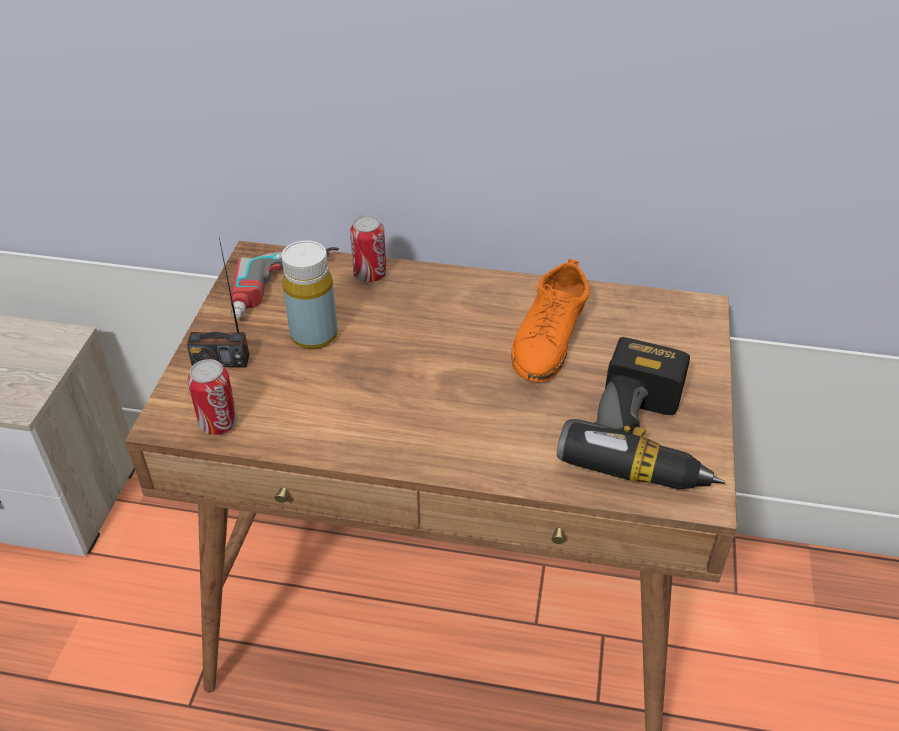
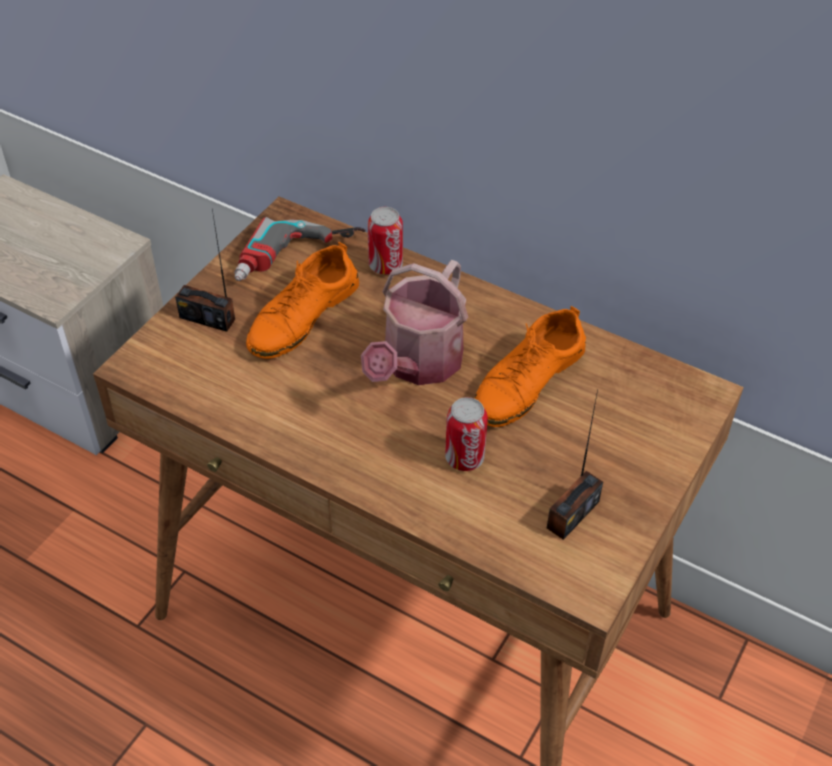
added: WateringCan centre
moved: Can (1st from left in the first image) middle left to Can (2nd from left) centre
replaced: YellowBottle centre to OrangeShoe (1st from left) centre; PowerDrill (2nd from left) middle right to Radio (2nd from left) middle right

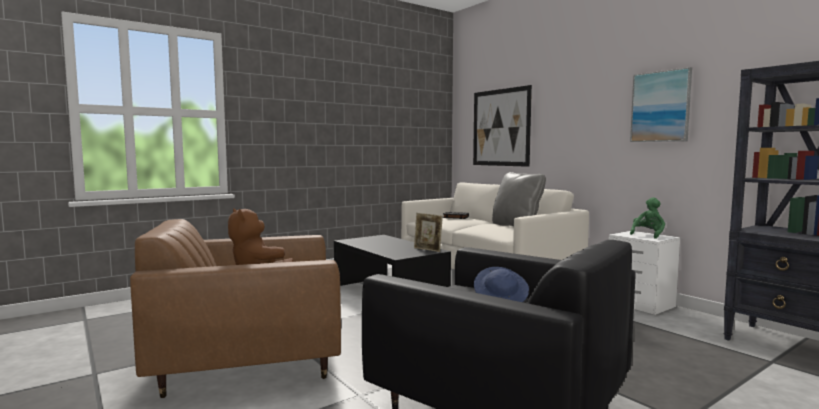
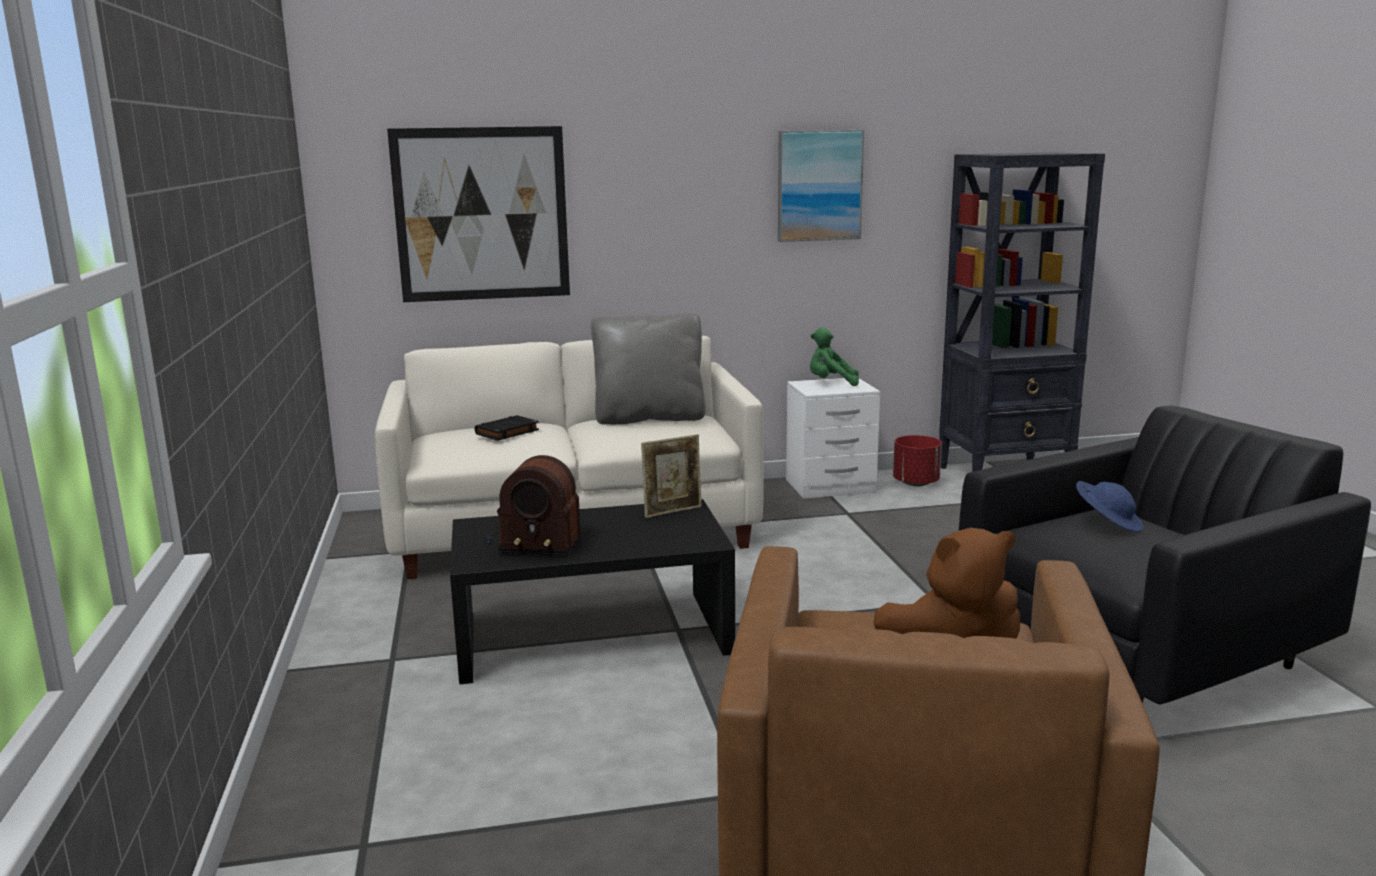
added: Radio centre; RedPlanter centre
turned: GreenPlushToy middle right = centre 60 degrees counterclockwise

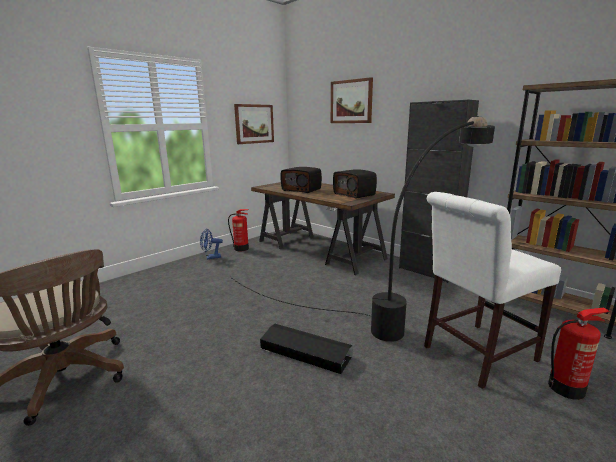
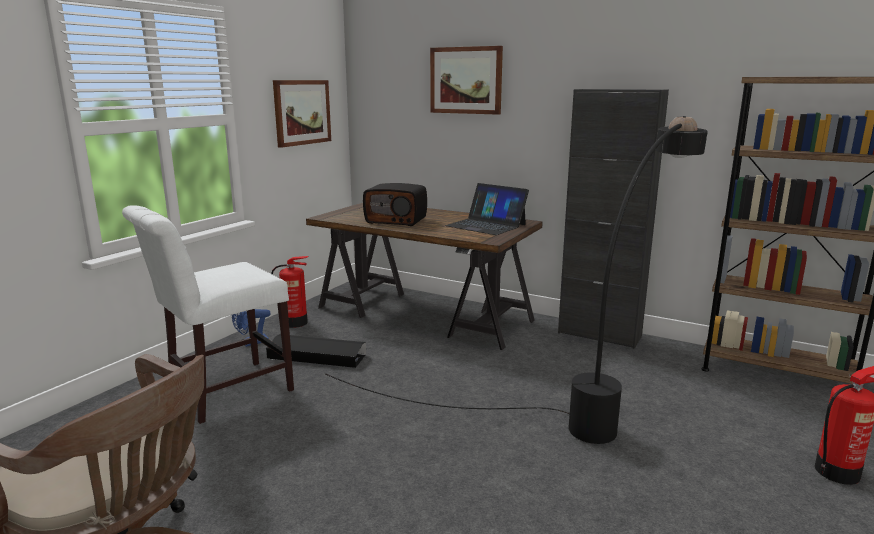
moved: BlackStorageBox bottom centre to centre; WhiteChair middle right to middle left
replaced: Radio (2nd from left) centre to Laptop centre

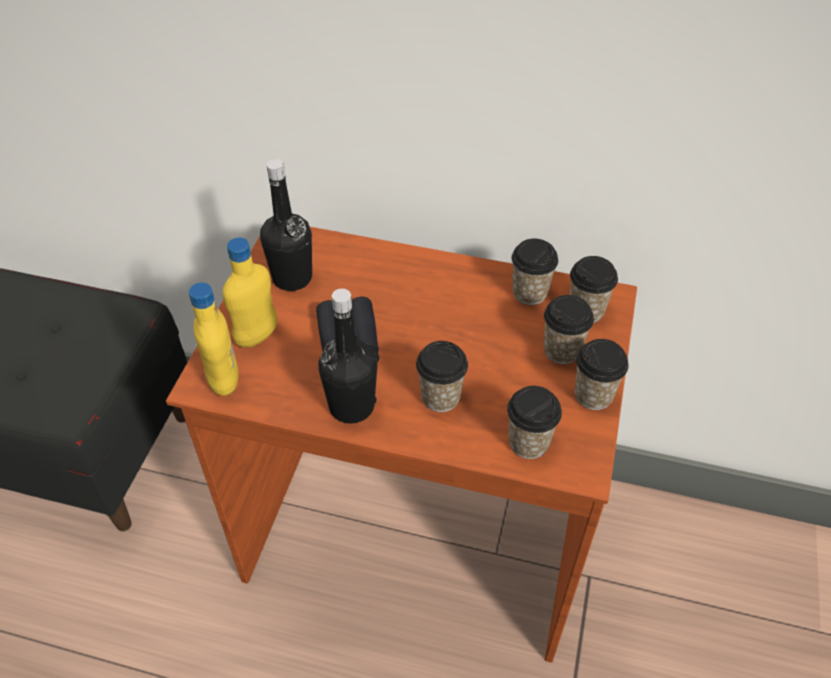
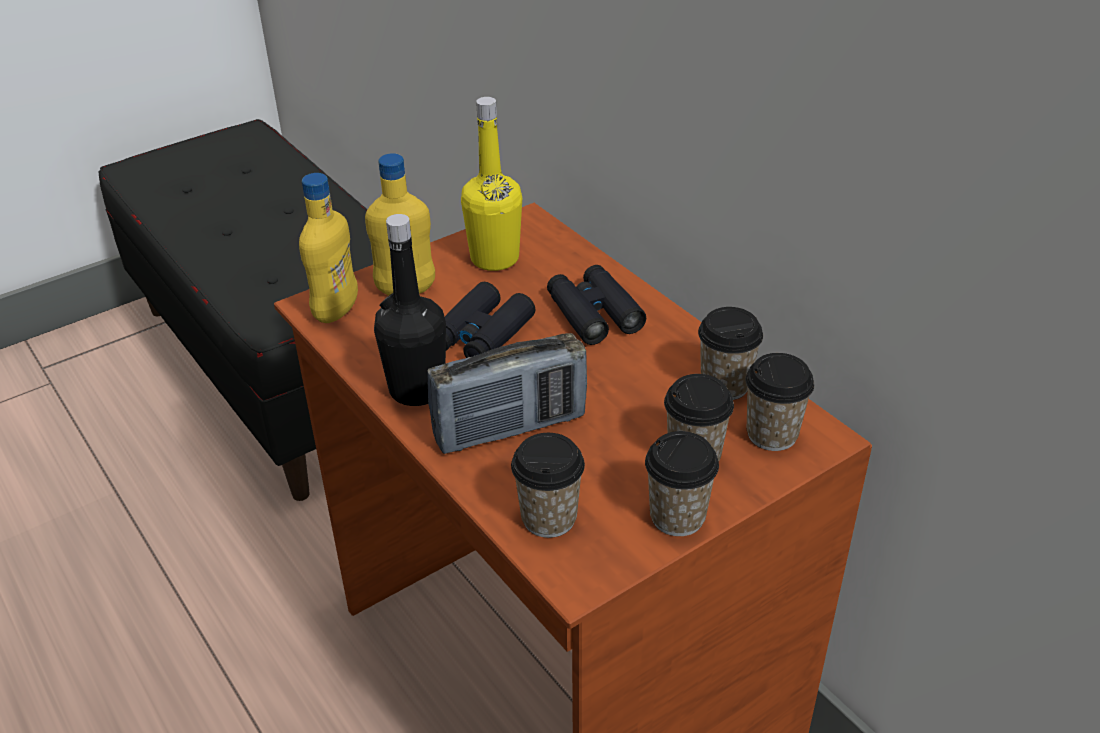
added: BlackBinoculars (2nd from left) centre
replaced: Cup (1st from left) centre to Radio centre
recoloured: BlackBottle (1st from left) top centre to YellowBottle (3rd from left) top centre

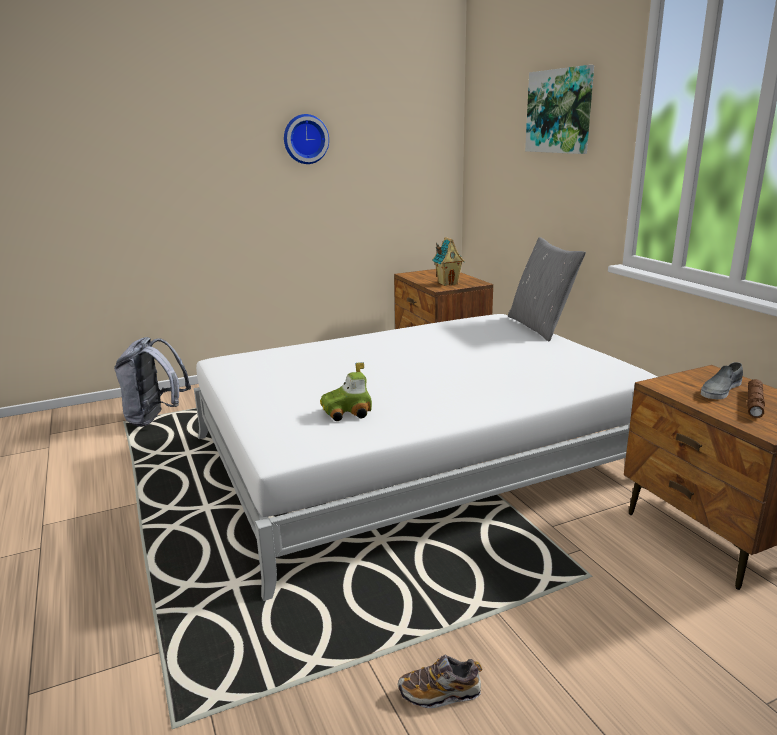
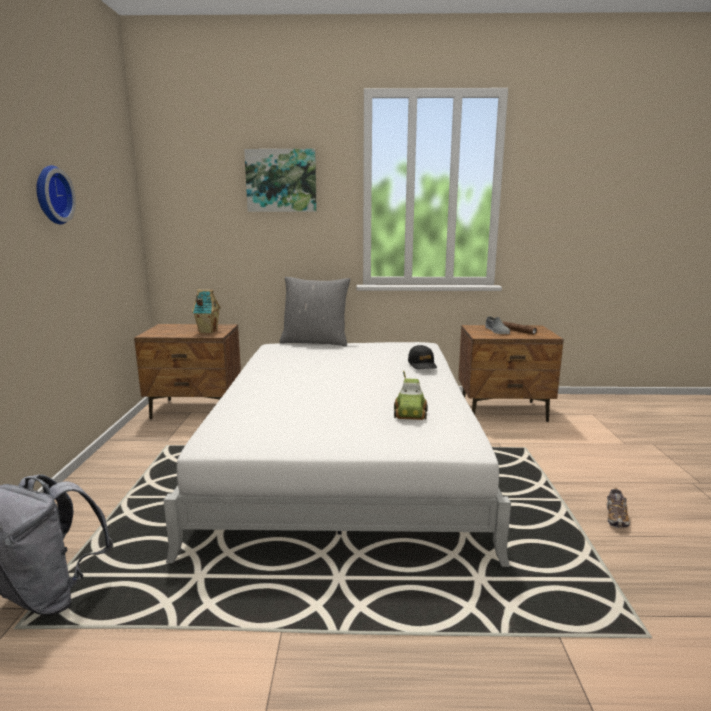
added: BlackCap centre

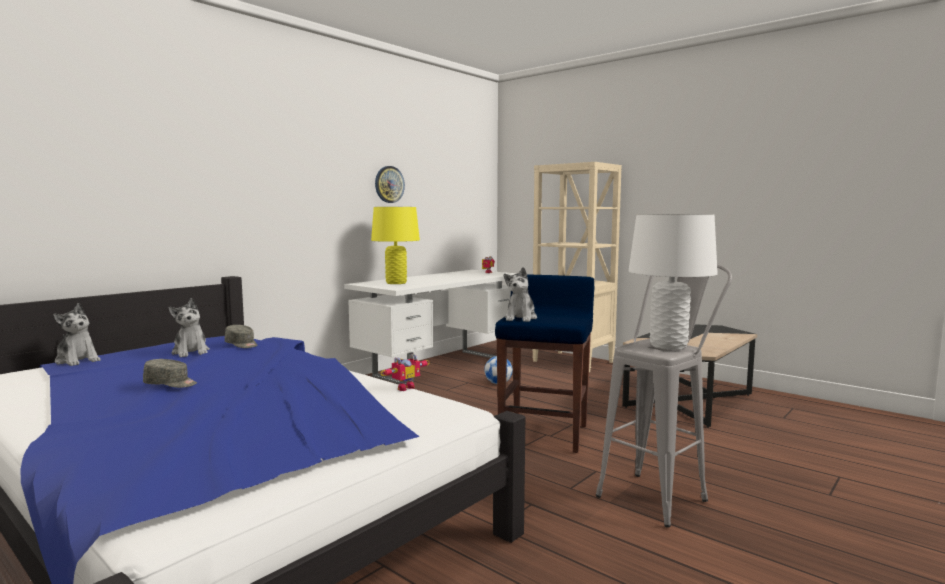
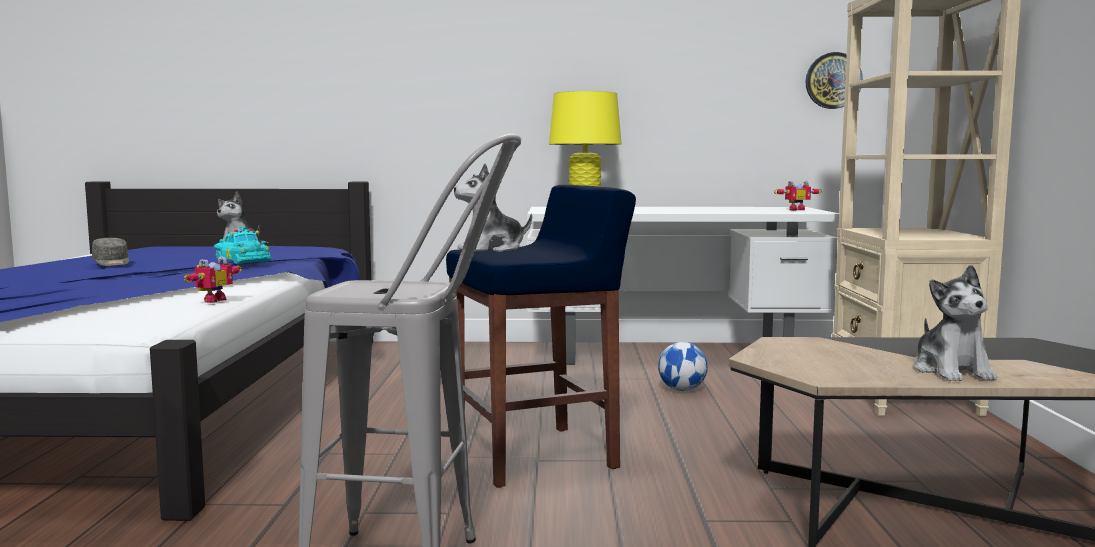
removed: GreyCap (2nd from left) middle left; WhiteTableLamp middle right
added: TurquoiseToyCar middle left
moved: PlushToy (1st from left in the first image) middle left to PlushToy (3rd from left) middle right; WallClock top centre to top right
turned: ToyRobot (1st from left) centre = middle left 75 degrees counterclockwise

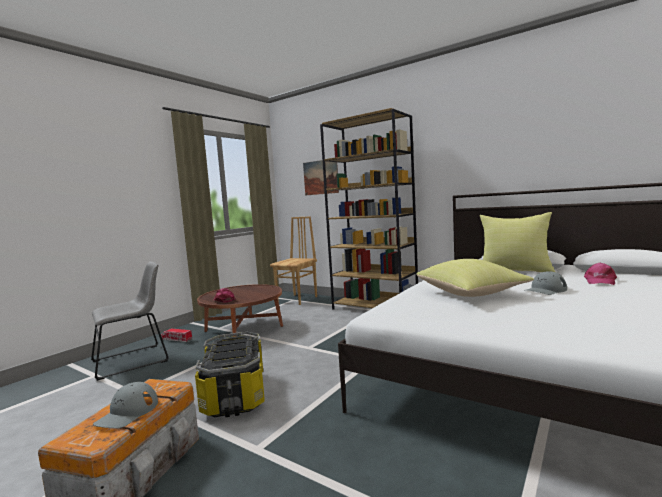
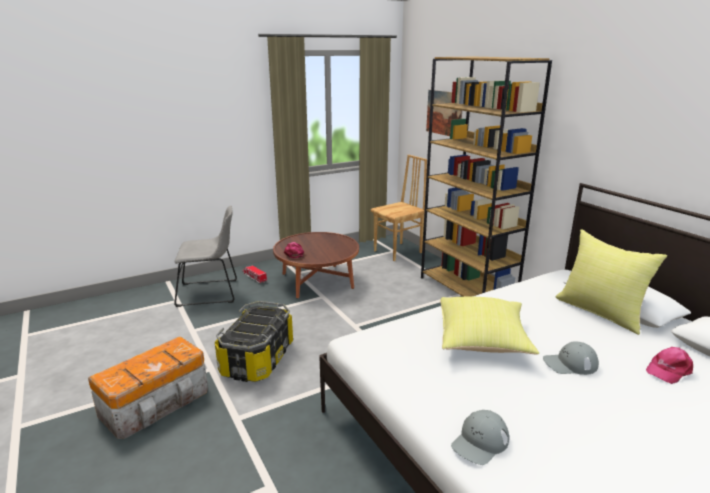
moved: GreyCap (1st from left) bottom left to bottom right

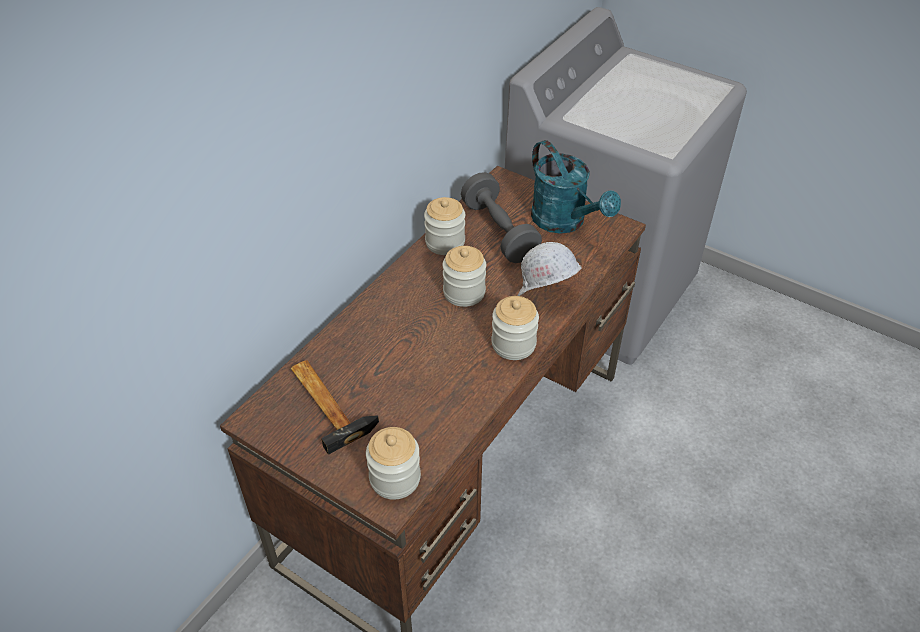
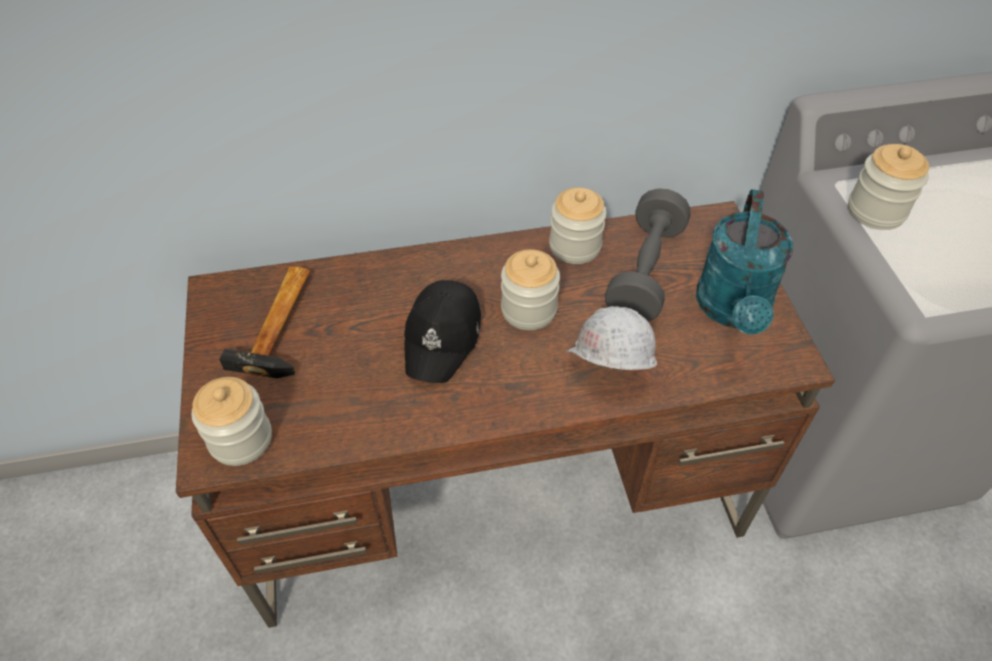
added: BlackCap centre
moved: Jar (4th from left) centre to top right

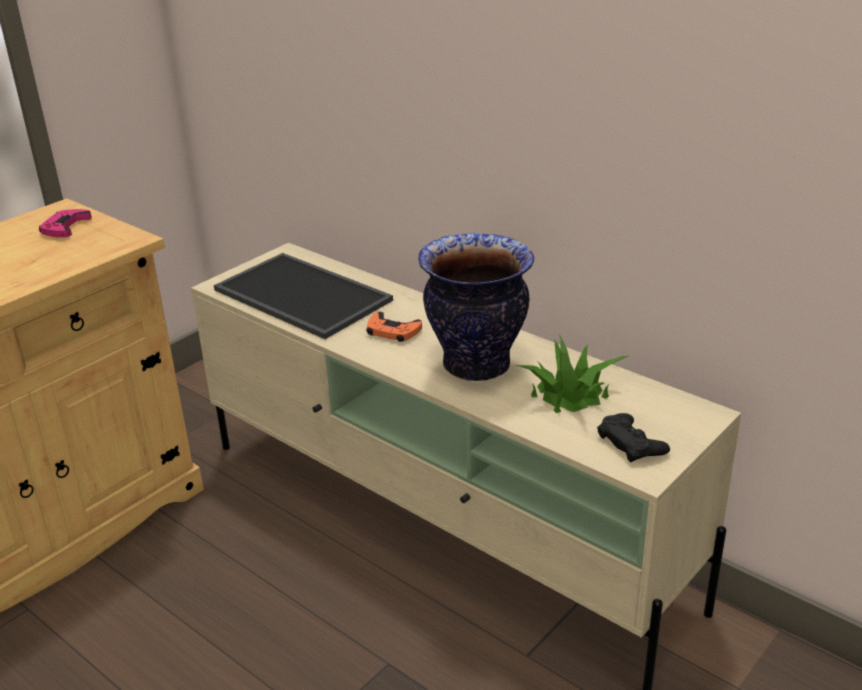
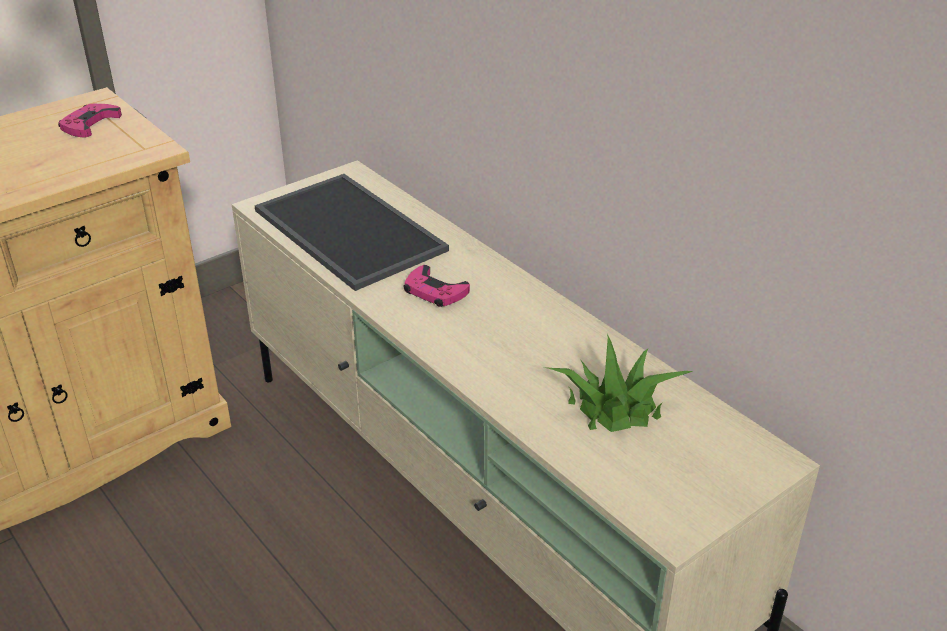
removed: Vase centre; BlackGameController middle right
recoloured: OrangeGameController centre to PinkGameController (2nd from left) centre

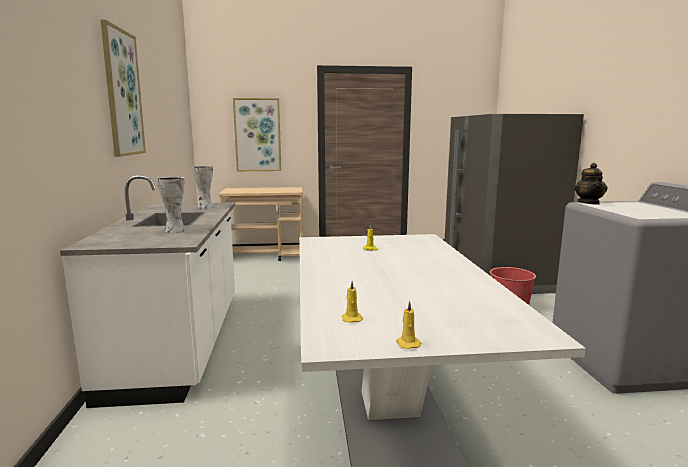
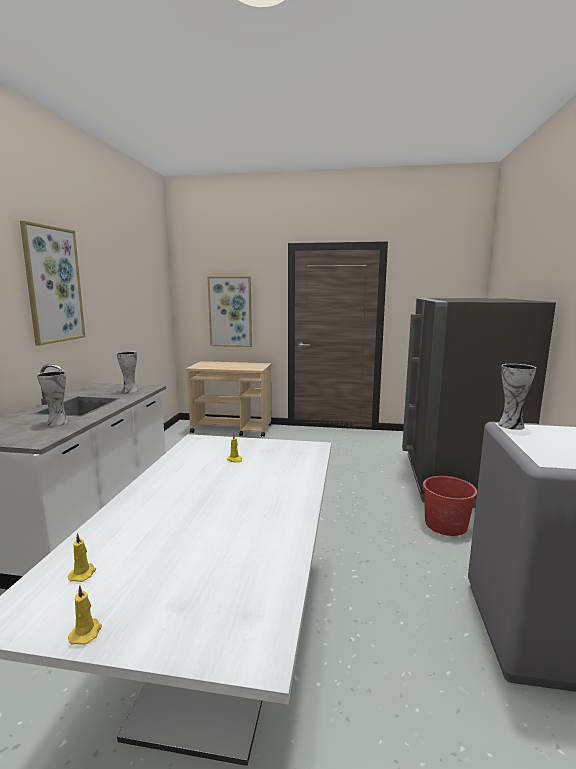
replaced: Teapot middle right to Vase (3rd from left) middle right

